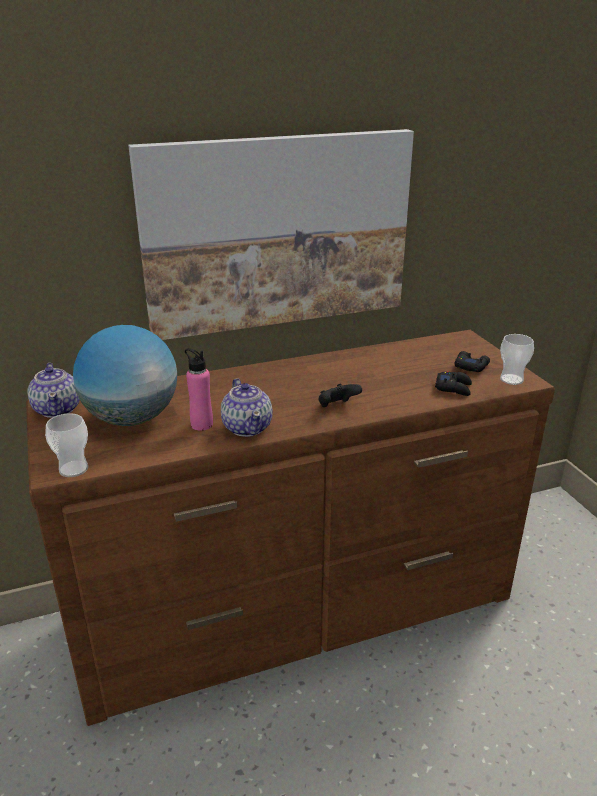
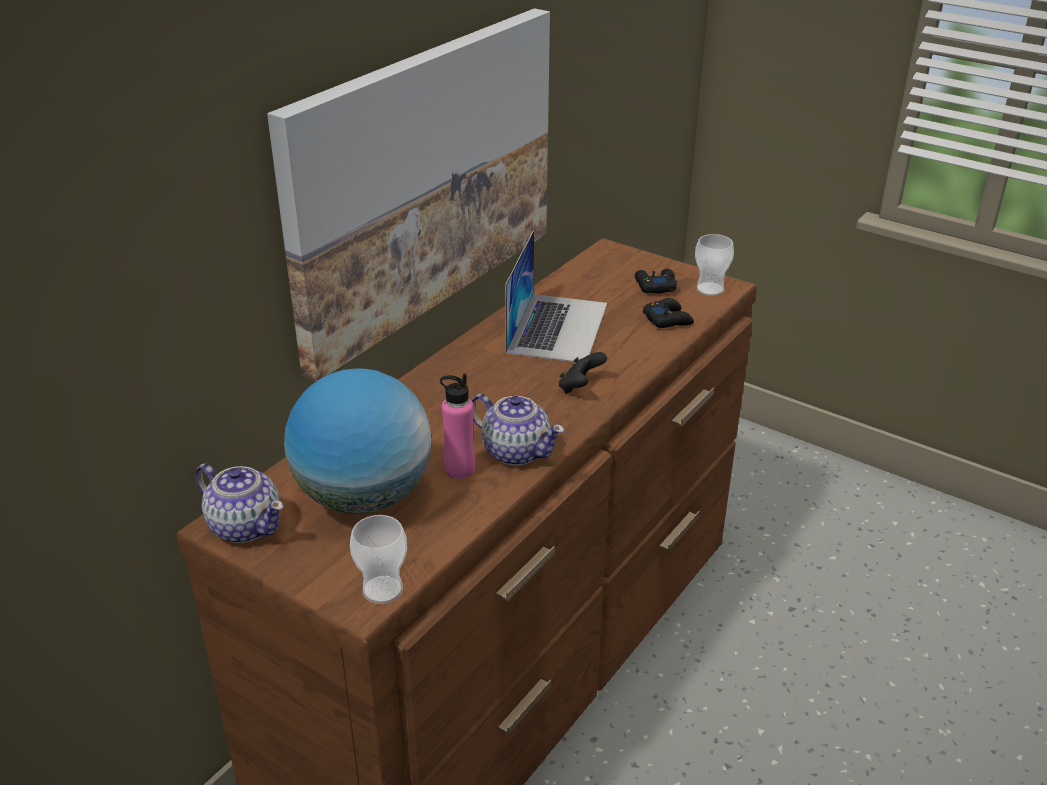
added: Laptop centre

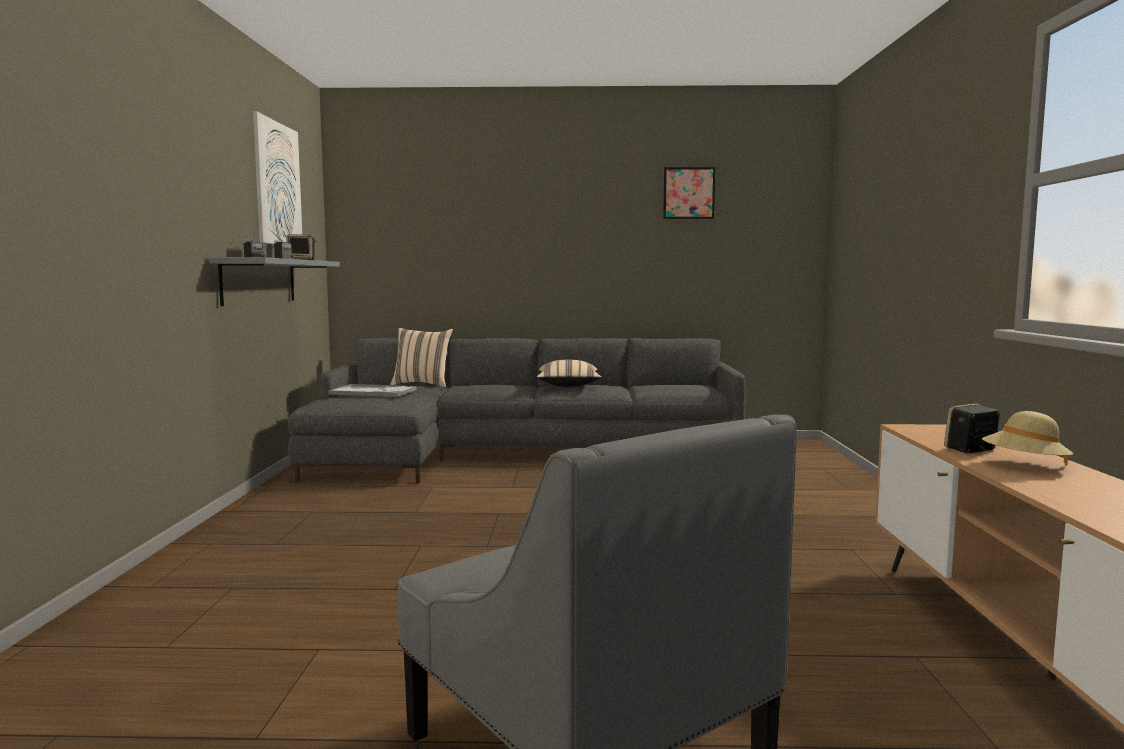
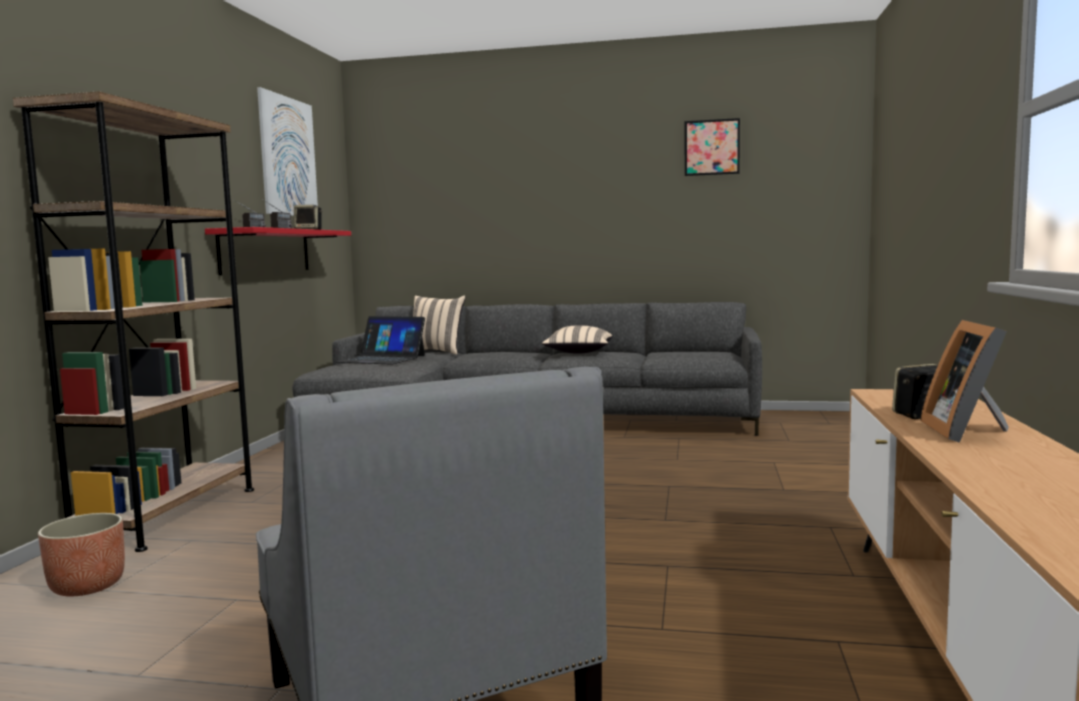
added: BrownBookcase middle left; Planter bottom left
replaced: Tray middle left to Laptop centre; BeigeHat middle right to PictureFrame middle right
recoloured: GreyShelf middle left to RedShelf middle left

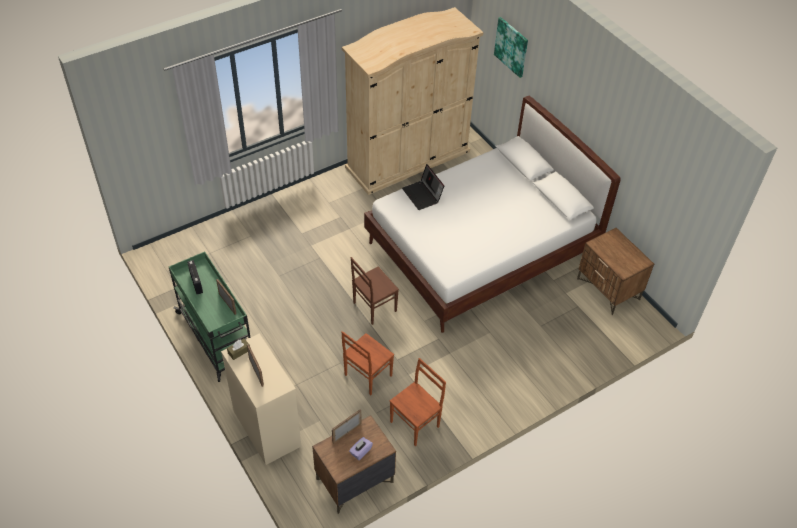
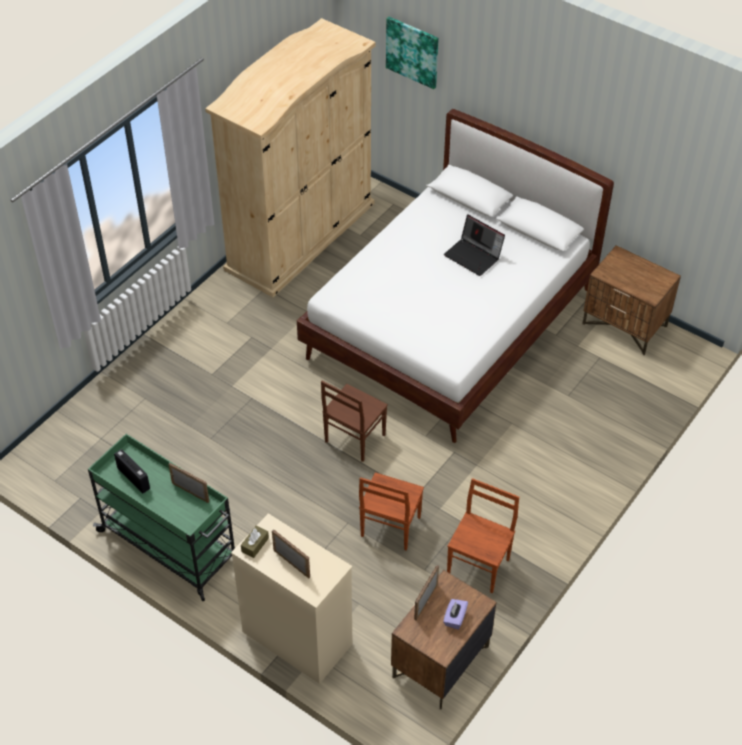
moved: Laptop centre to top centre

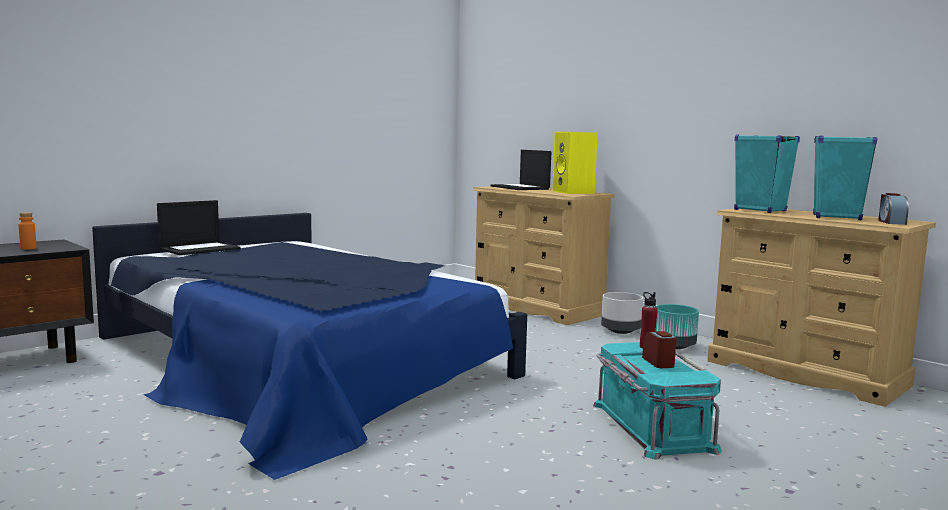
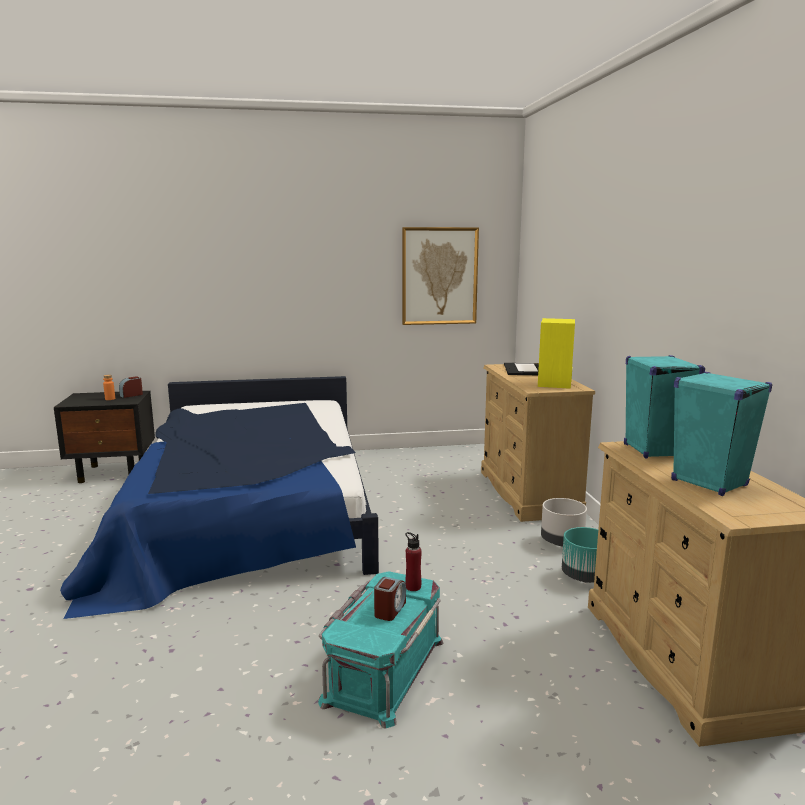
removed: Laptop (1st from left) middle left
added: Picture centre
moved: AlarmClock (2nd from left in the first image) middle right to AlarmClock (1st from left) middle left

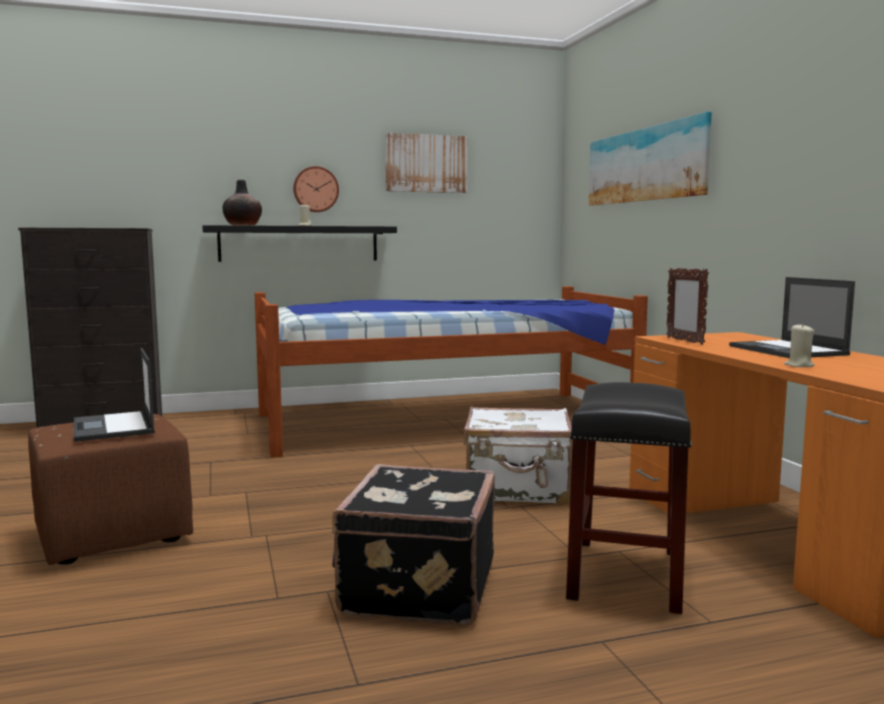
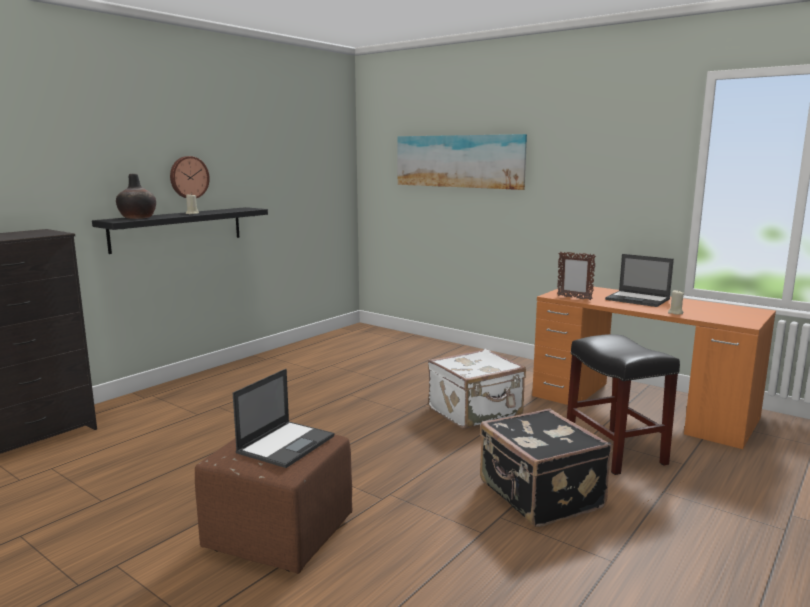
removed: Bed centre; Picture (1st from left) top centre
turned: Laptop (1st from left) middle left = bottom centre 90 degrees counterclockwise

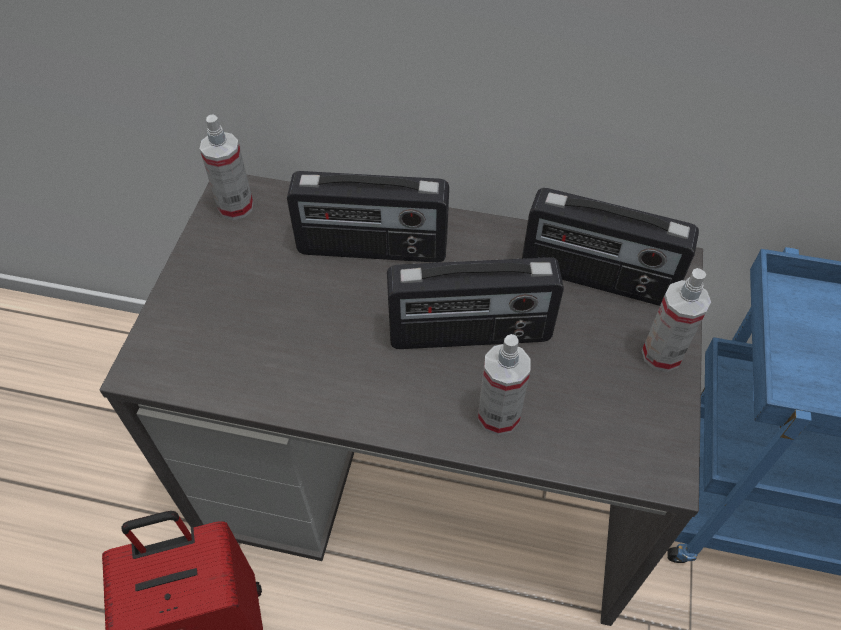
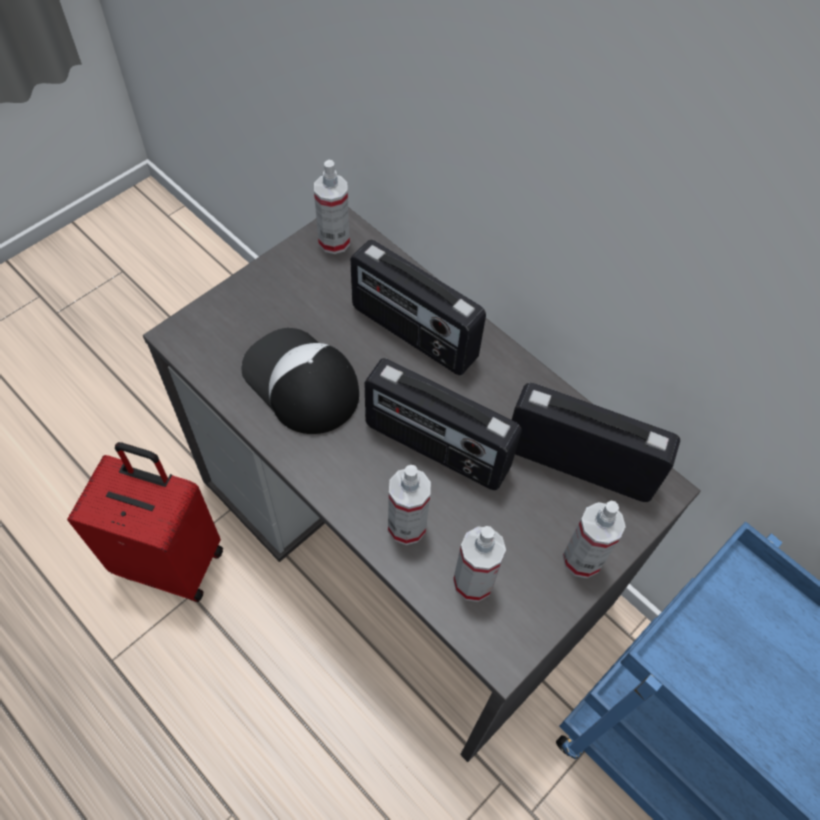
added: Cap centre; SprayBottle (3rd from left) bottom centre
turned: Radio (3rd from left) middle right = middle right 150 degrees clockwise

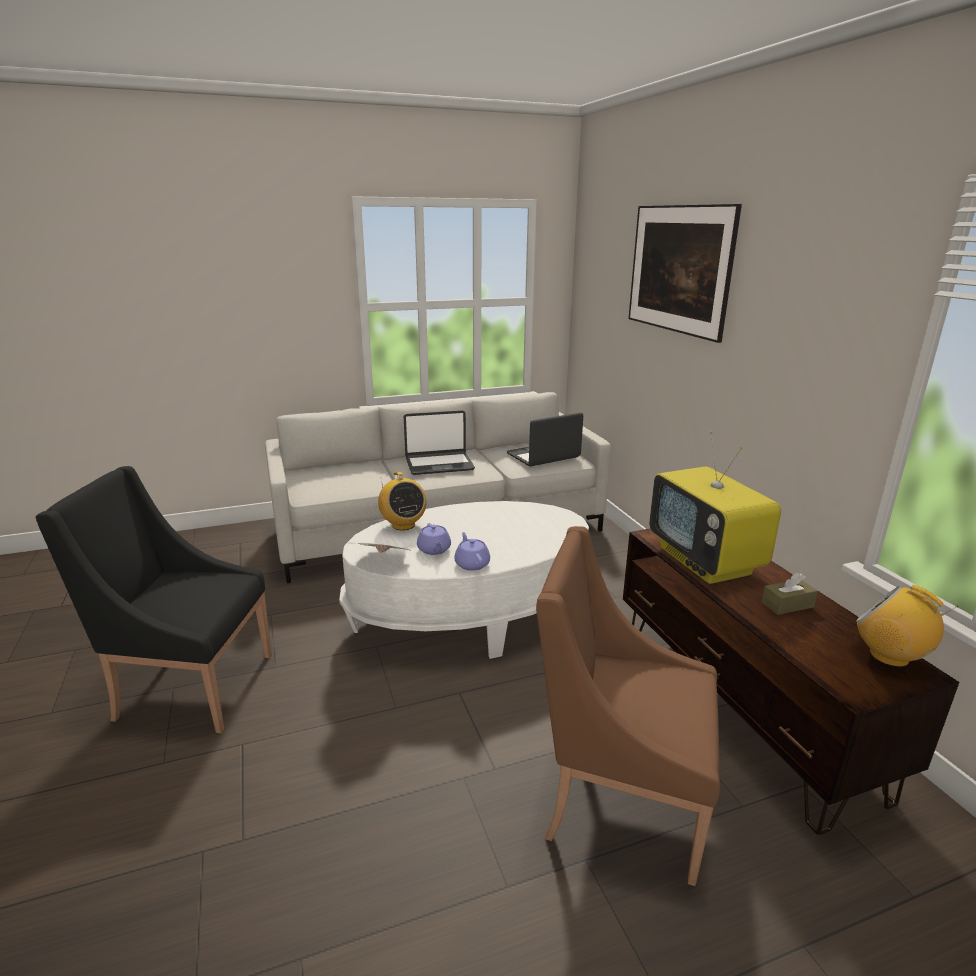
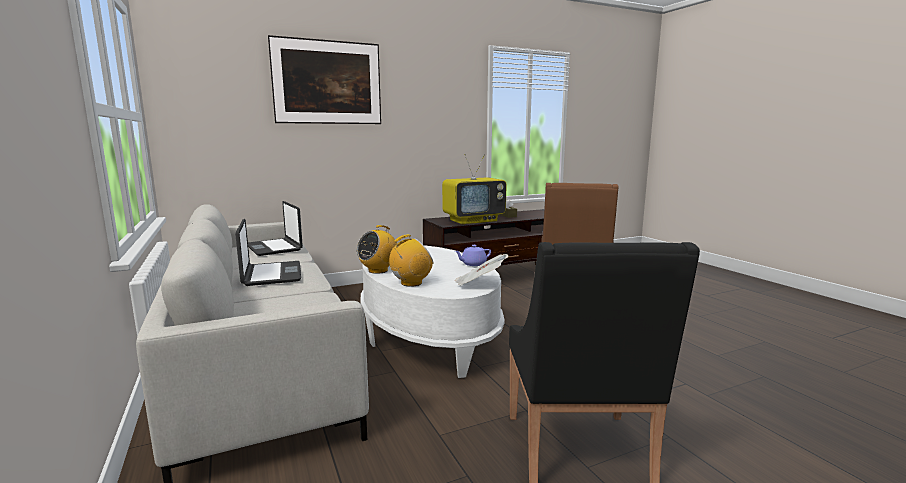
removed: PurpleTeapot (1st from left) centre
moved: Radio (2nd from left in the first image) middle right to Radio (1st from left) centre

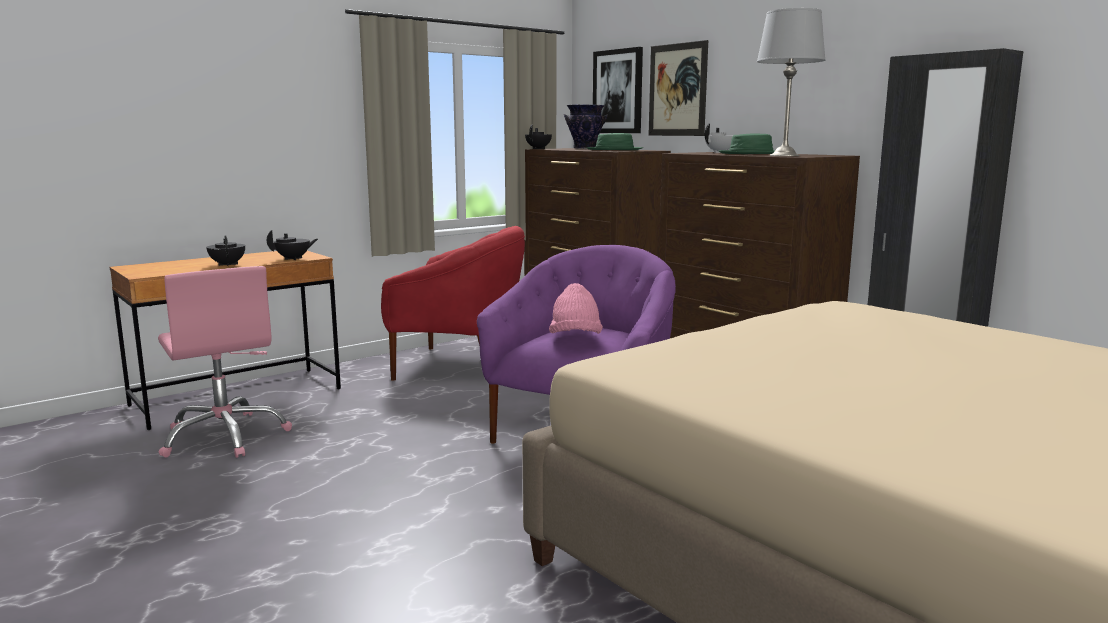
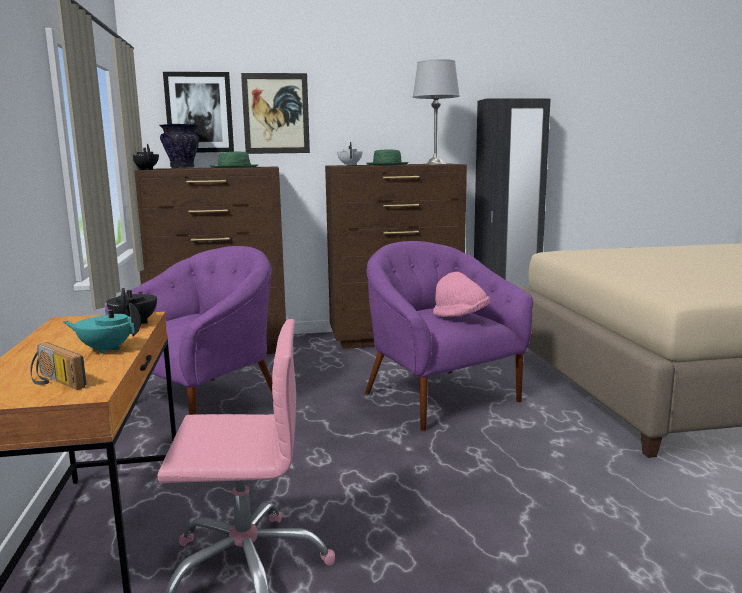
added: Radio middle left
recoloured: BlackTeapot (1st from left) middle left to TurquoiseTeapot middle left; RedArmchair centre to PurpleArmchair (1st from left) middle left

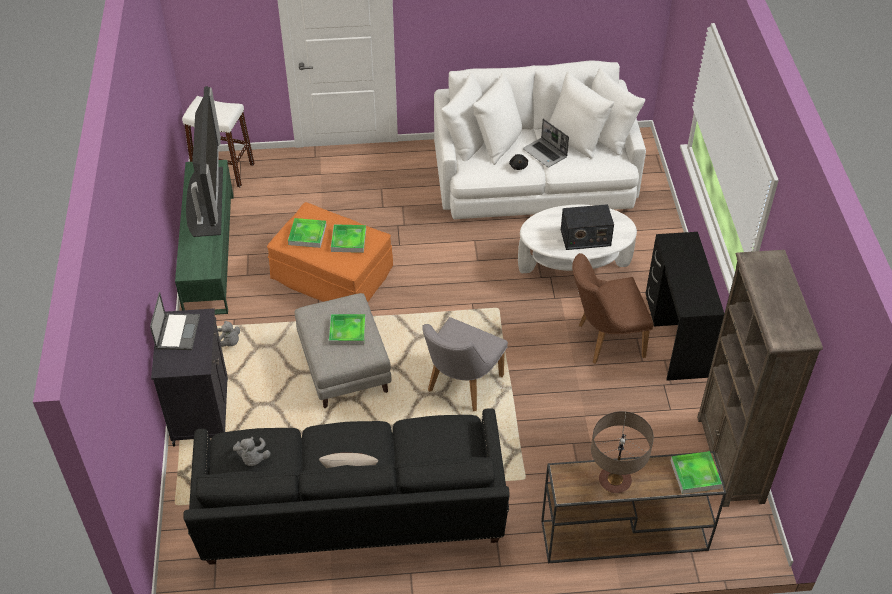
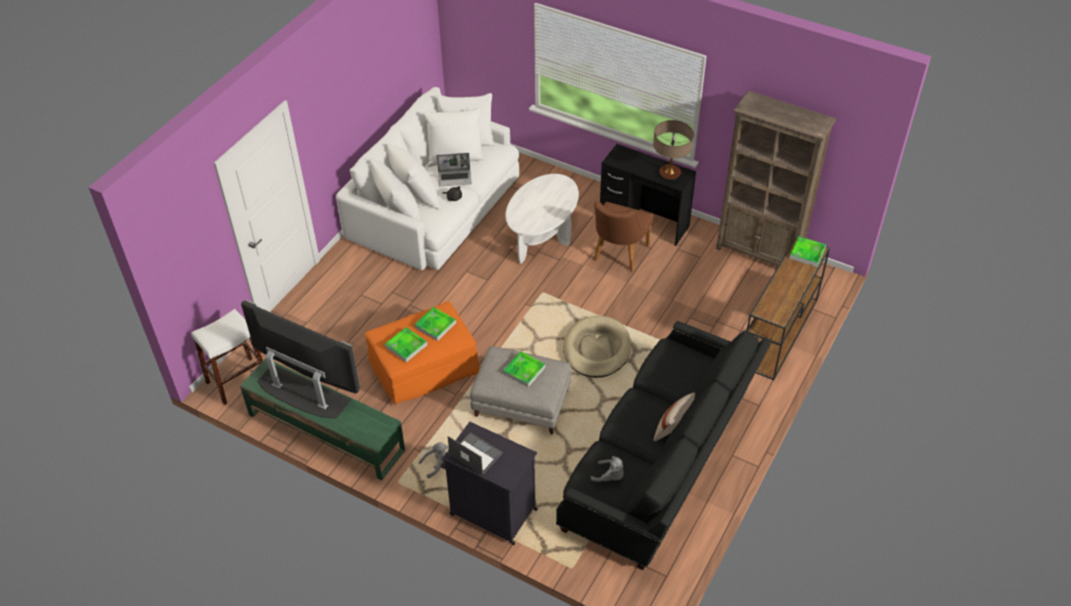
removed: Radio centre
moved: TableLamp bottom right to top centre
replaced: GreyChair centre to BeigeDogBed centre

